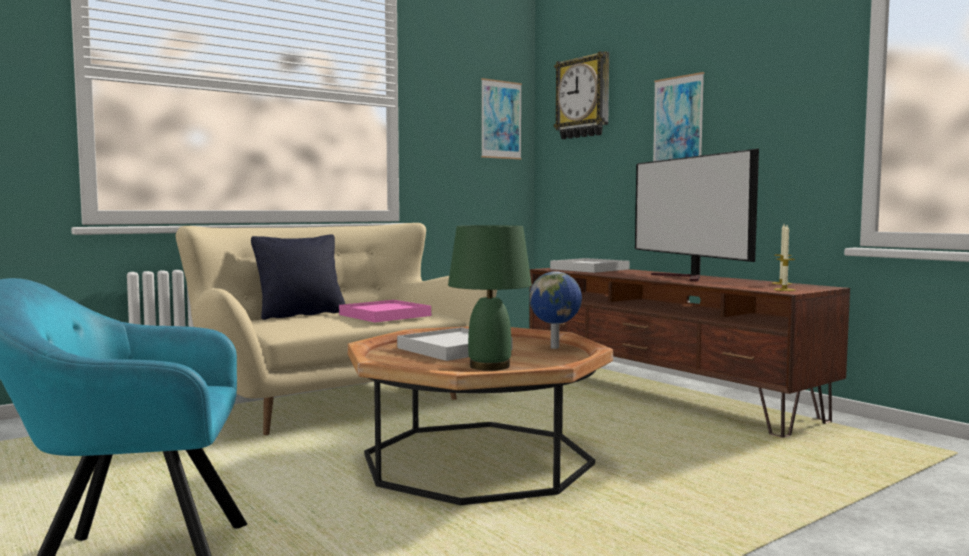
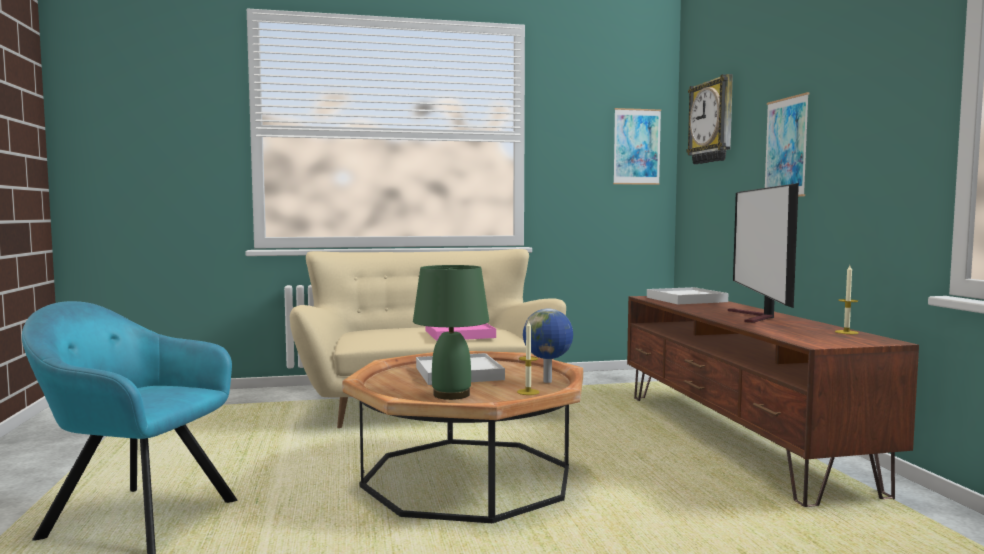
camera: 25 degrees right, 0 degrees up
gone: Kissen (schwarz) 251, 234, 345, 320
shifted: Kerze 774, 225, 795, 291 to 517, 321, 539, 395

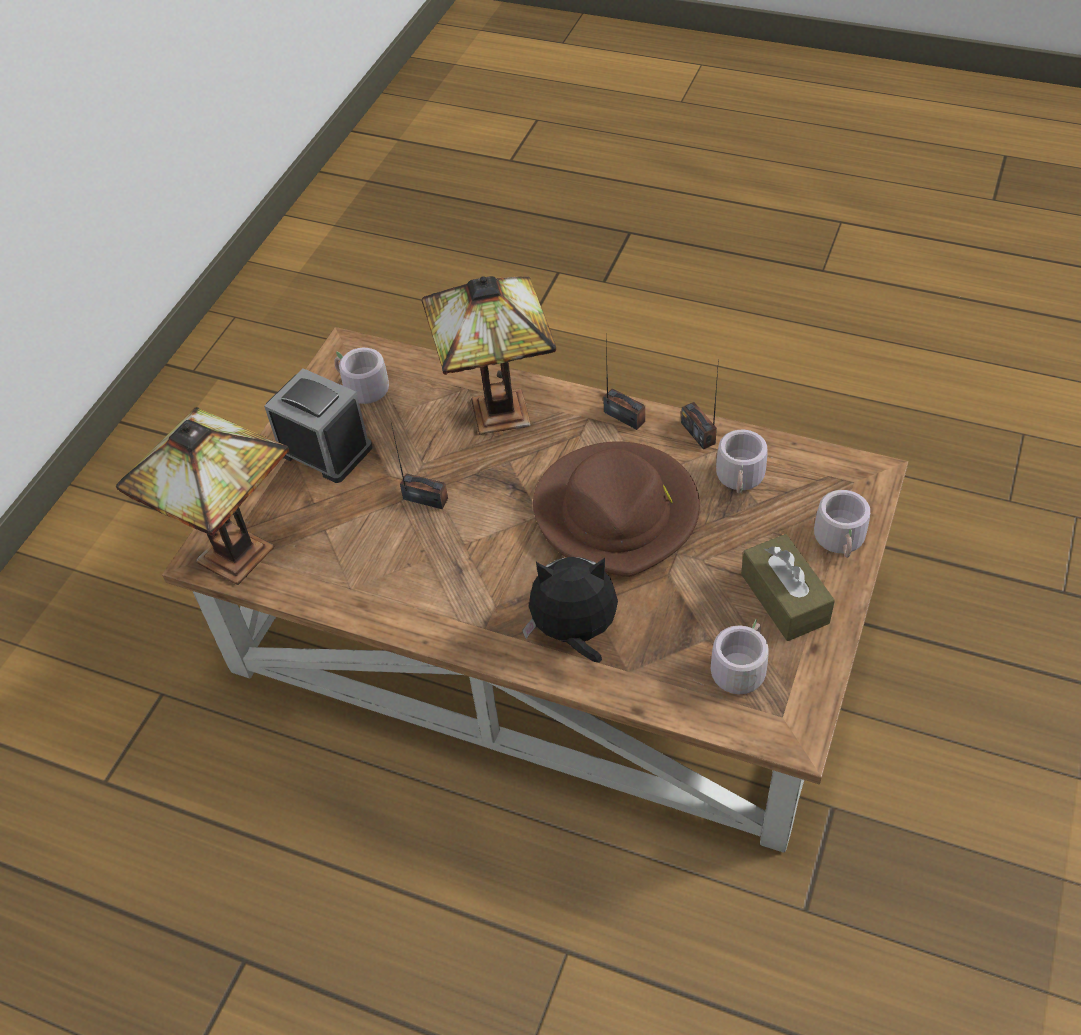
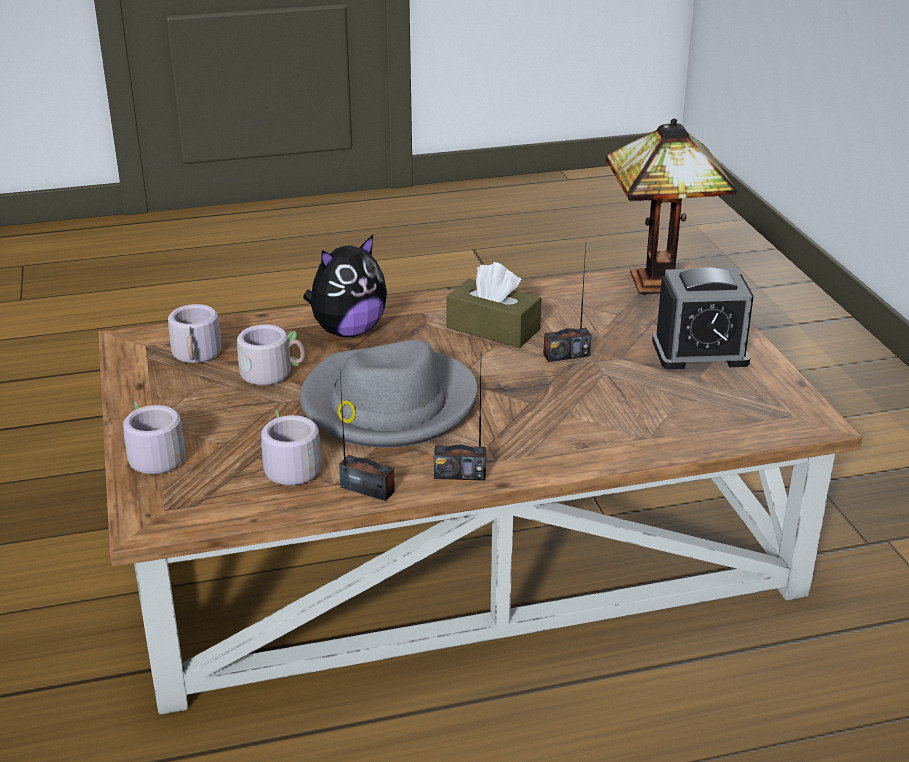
camera: 140 degrees right, 20 degrees down
gone: Tischlampe 422, 276, 556, 435
shifted: Henkelbecher (grau) 334, 348, 389, 416 to 237, 324, 305, 386; Taschentuchbox (braun) 741, 534, 835, 641 to 446, 262, 542, 348
repainted: Hut (braun) 533, 441, 700, 577 to Hut (grau) 300, 340, 477, 448

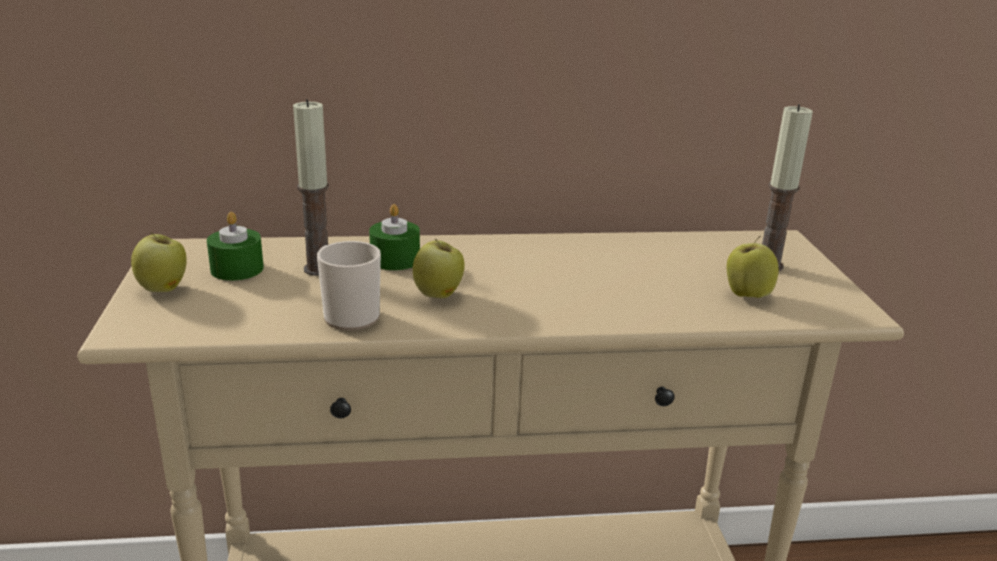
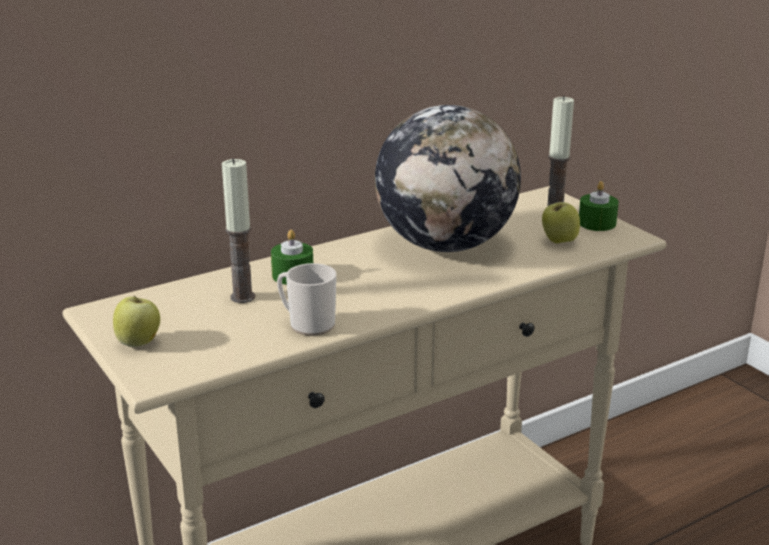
camera: 25 degrees left, 0 degrees up
gone: Apfel 413, 239, 464, 298
new: Globus 375, 105, 521, 252
shifted: Kerze (grün) 207, 212, 264, 281 to 579, 181, 619, 231

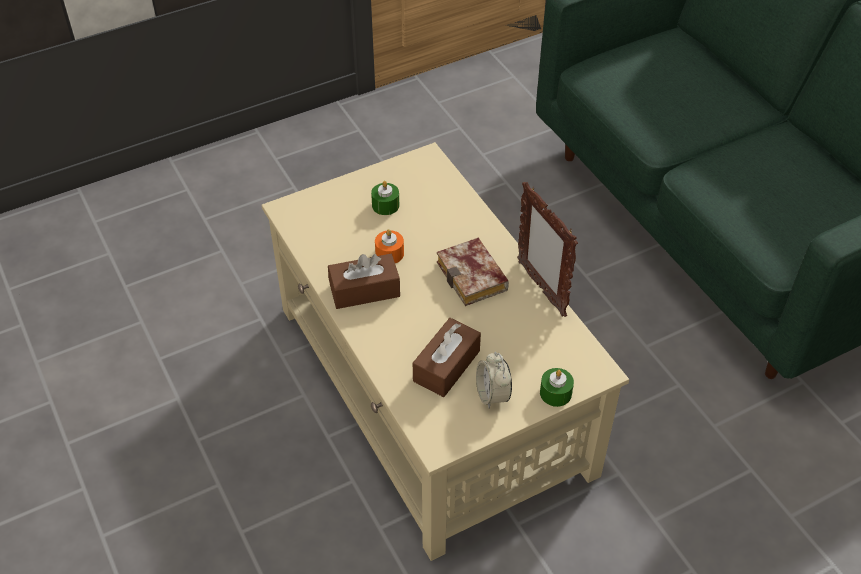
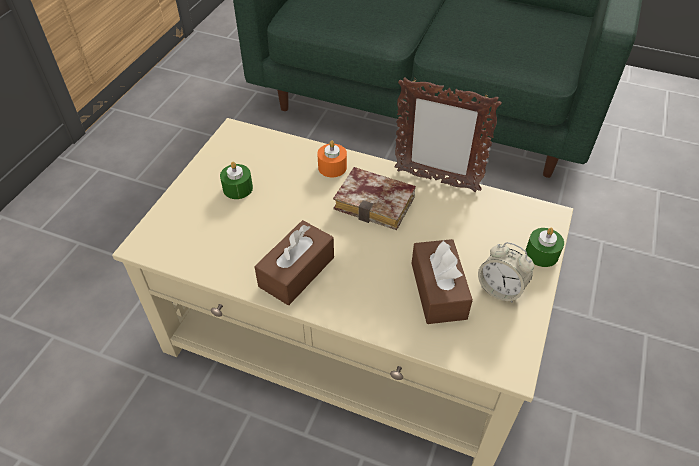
camera: 40 degrees left, 0 degrees up
shifted: Kerze (orange) 375, 229, 404, 263 to 318, 140, 347, 177

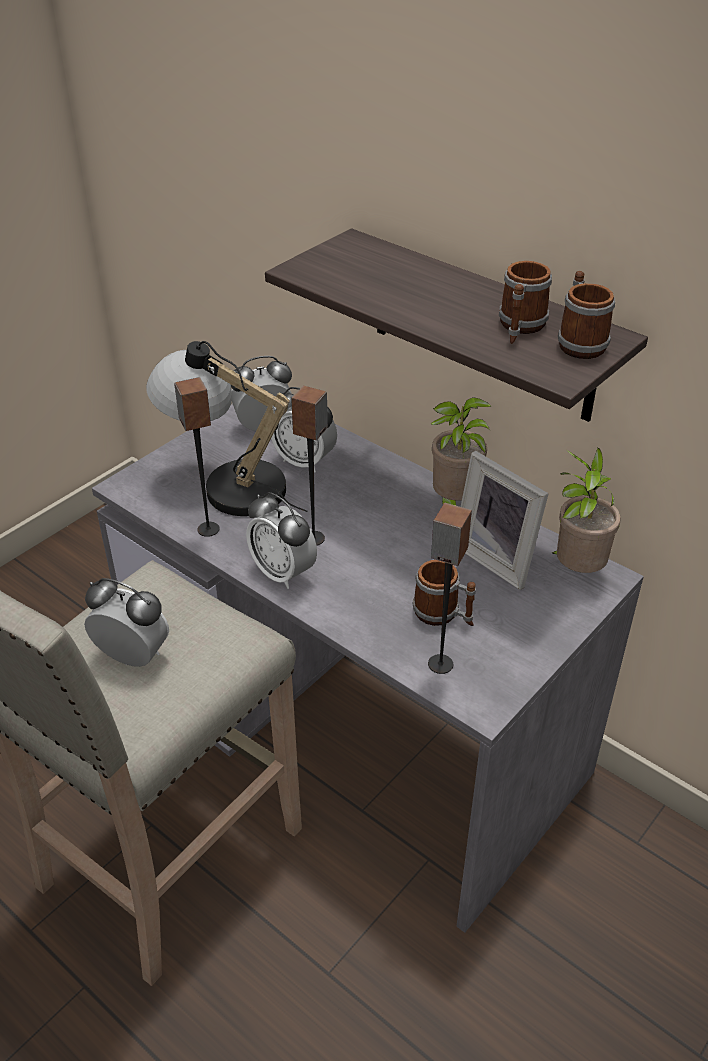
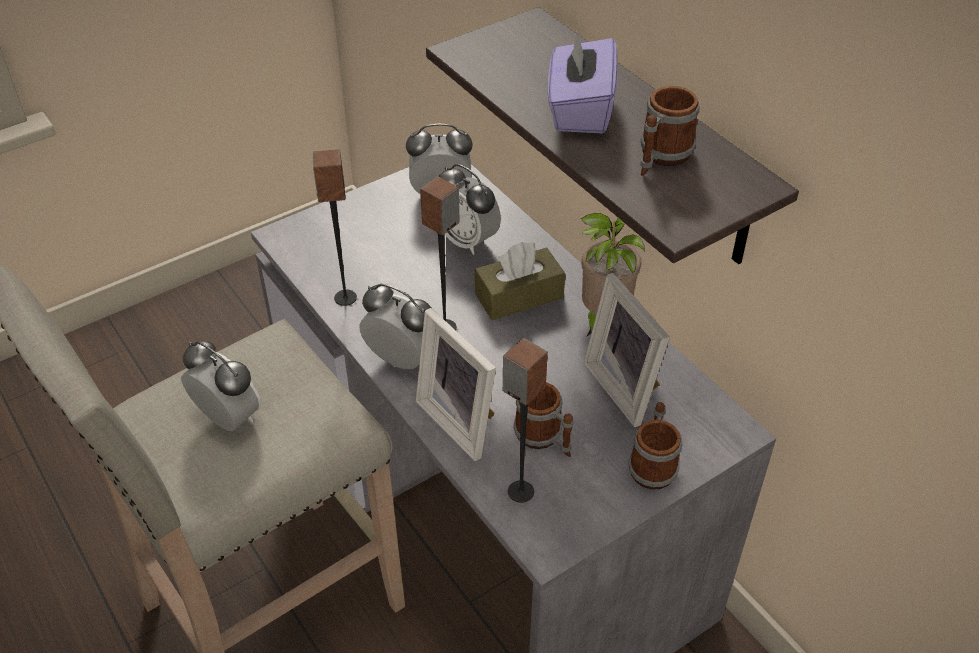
camera: 15 degrees right, 5 degrees up
gone: Tischlampe 146, 341, 307, 516; Topfpflanze 552, 448, 621, 573
new: Bilderrahmen 416, 308, 496, 461; Taschentuchbox (braun) 475, 242, 565, 320; Taschentuchbox (lila) 548, 29, 618, 133
shifted: Henkelbecher 558, 271, 615, 359 to 628, 402, 682, 489
rotated: Wecker 246, 492, 317, 589 = 359, 284, 431, 369 150 degrees clockwise

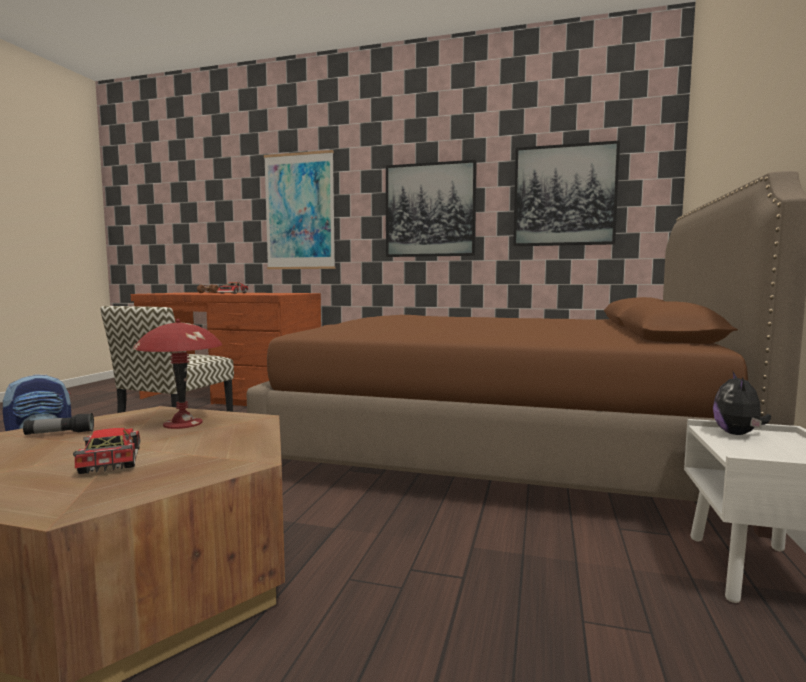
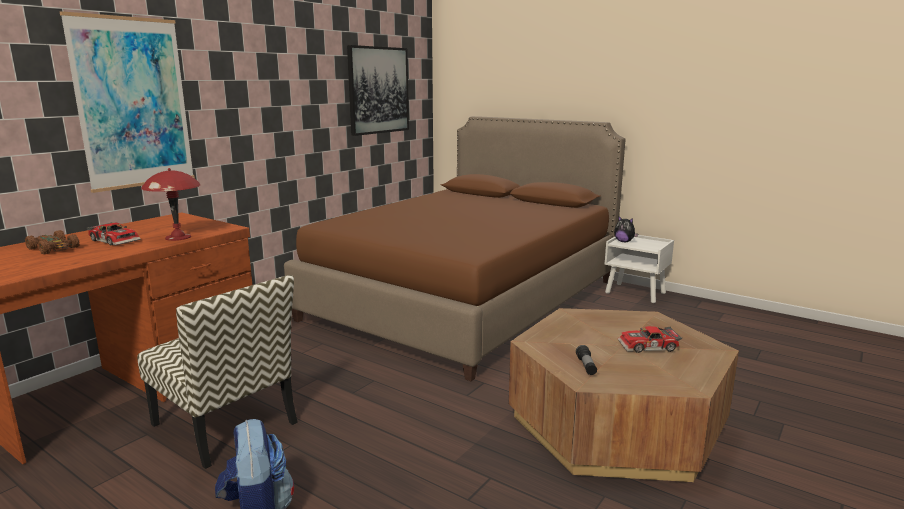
camera: 70 degrees left, 10 degrees up
gone: Bild 386, 160, 477, 257
shifted: Tischlampe (rot) 133, 319, 222, 429 to 141, 168, 200, 241

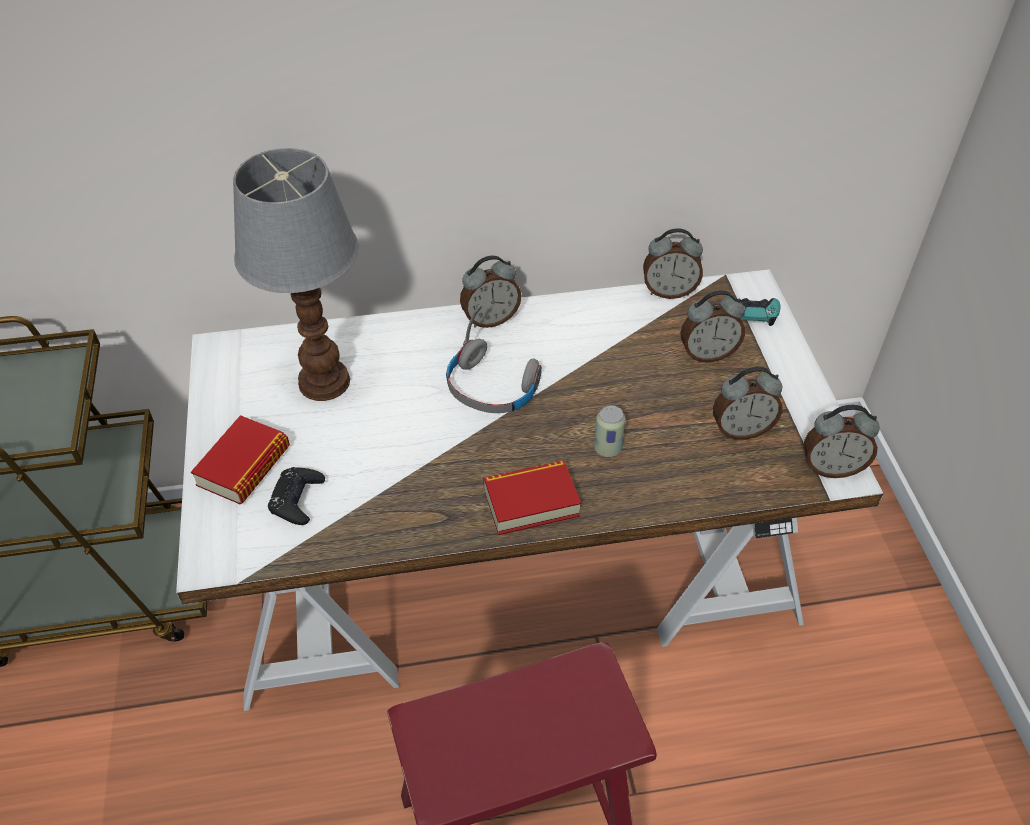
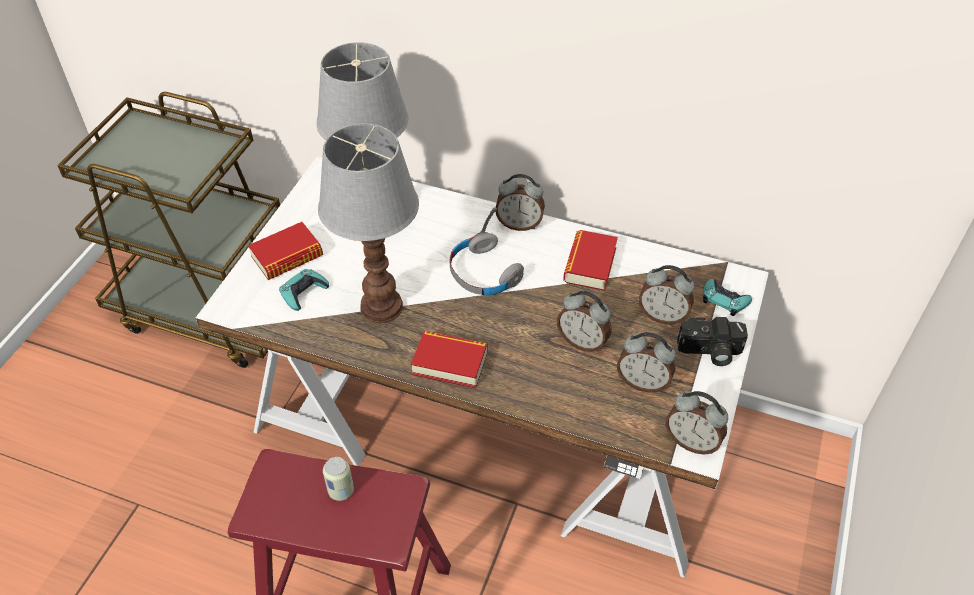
camera: 30 degrees right, 0 degrees up
new: Tischlampe 318, 123, 419, 323; Buch 563, 230, 618, 291; Kamera 677, 317, 748, 366
shifted: Dose 594, 405, 625, 457 to 323, 457, 354, 501; Wecker 643, 228, 703, 299 to 557, 291, 612, 352
repainted: Gamepad (schwarz) 268, 467, 325, 525 to Gamepad (türkis) 279, 269, 329, 311

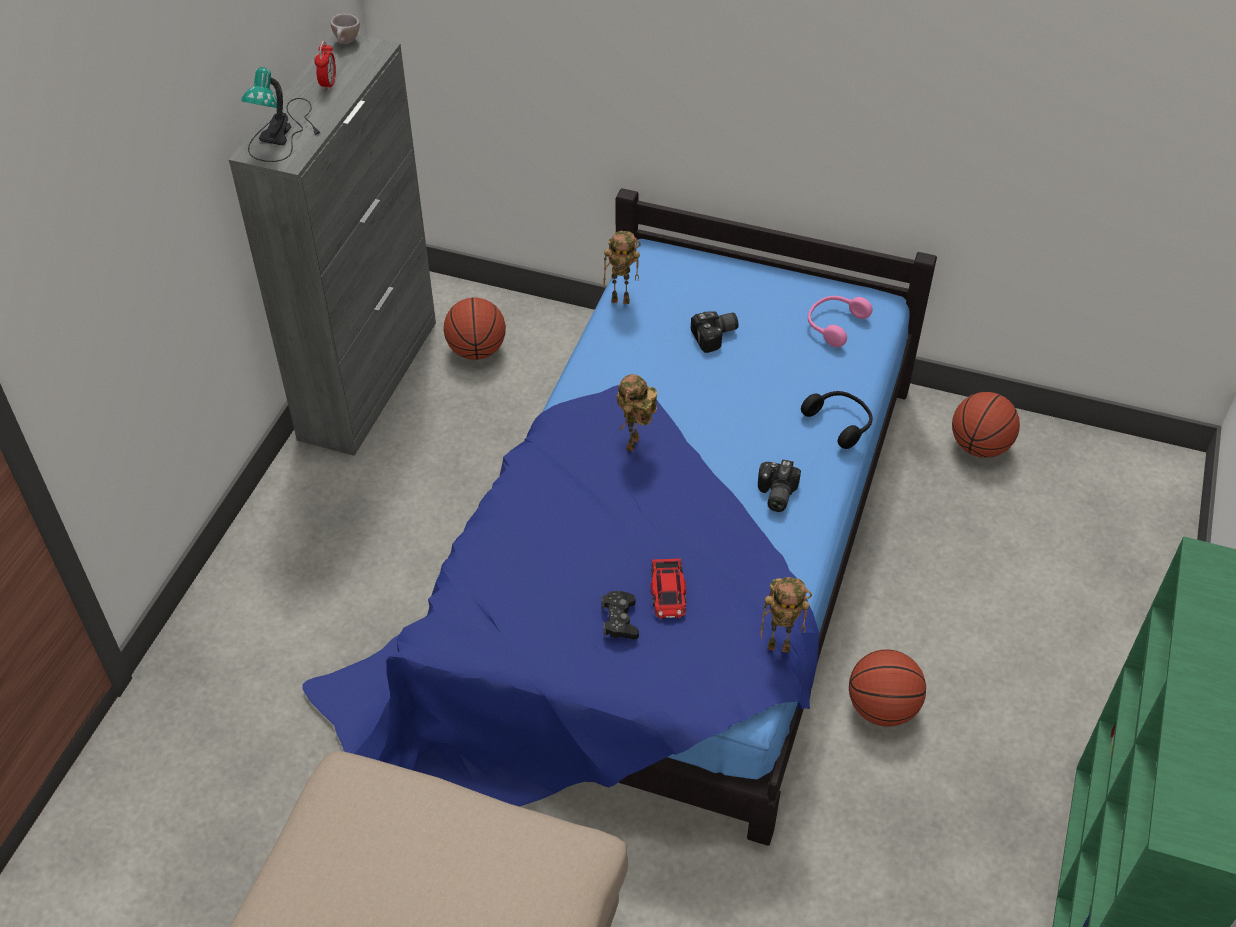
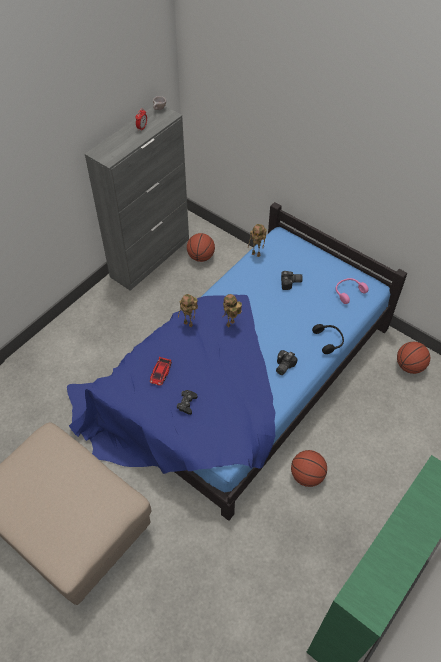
camera: 20 degrees right, 5 degrees up
gone: Tischlampe 242, 67, 321, 162
shifted: Spielzeugauto 651, 559, 686, 619 to 150, 357, 172, 386; Spielzeugroboter 761, 577, 812, 653 to 178, 294, 198, 327

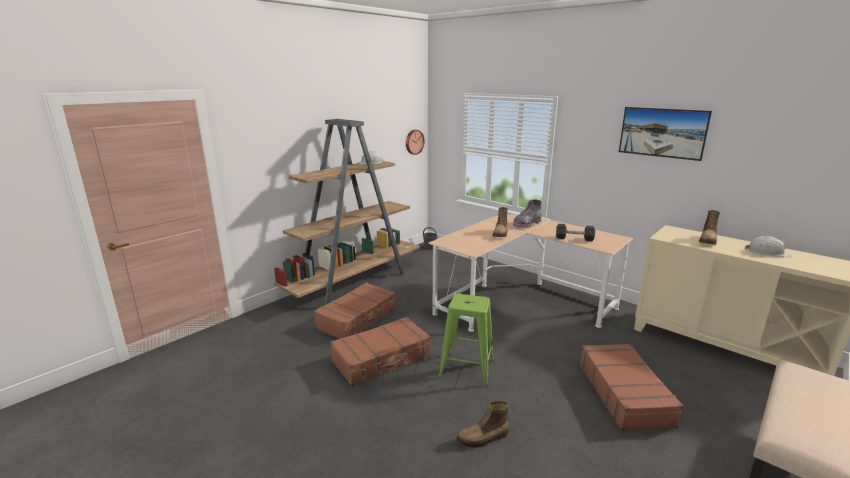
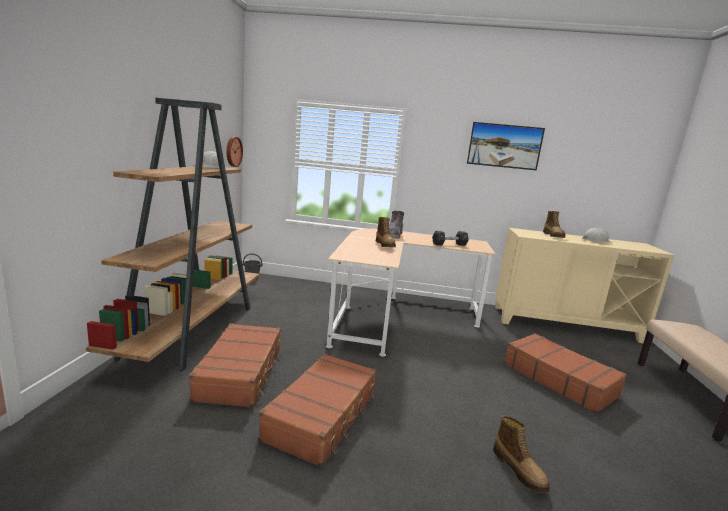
camera: 35 degrees left, 5 degrees down
gone: Hocker (grün) 438, 294, 494, 386
rotated: Stiefel 457, 400, 509, 448 = 493, 415, 550, 494 60 degrees counterclockwise

